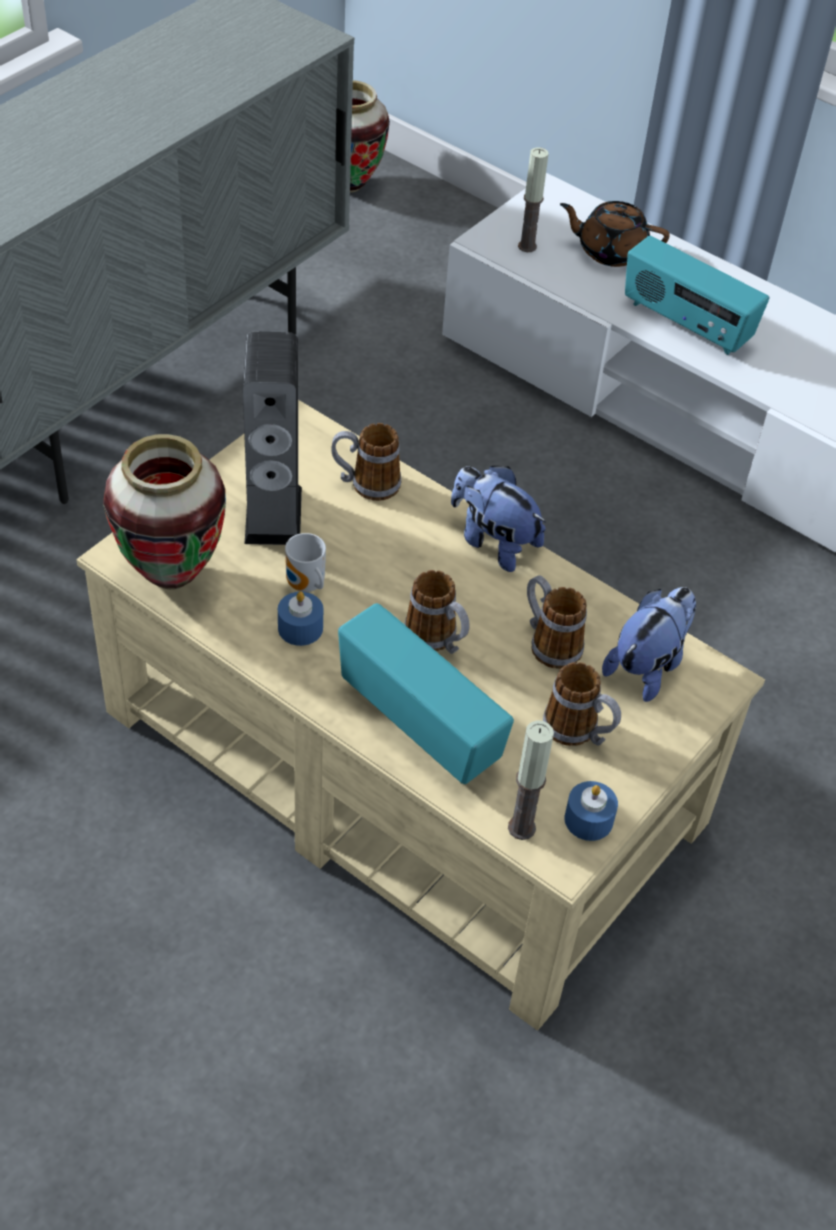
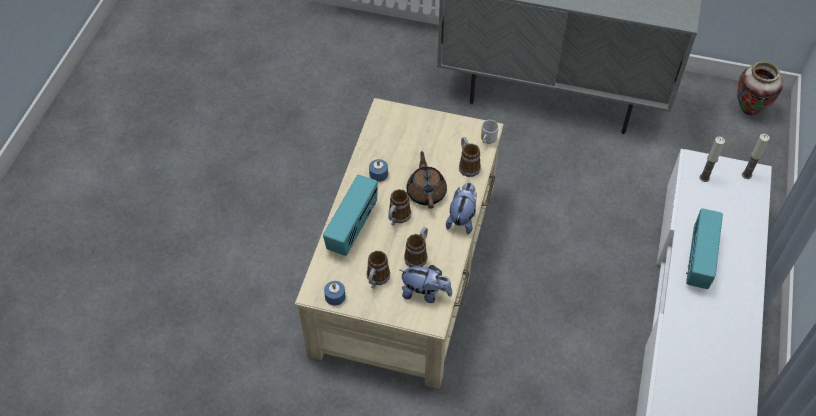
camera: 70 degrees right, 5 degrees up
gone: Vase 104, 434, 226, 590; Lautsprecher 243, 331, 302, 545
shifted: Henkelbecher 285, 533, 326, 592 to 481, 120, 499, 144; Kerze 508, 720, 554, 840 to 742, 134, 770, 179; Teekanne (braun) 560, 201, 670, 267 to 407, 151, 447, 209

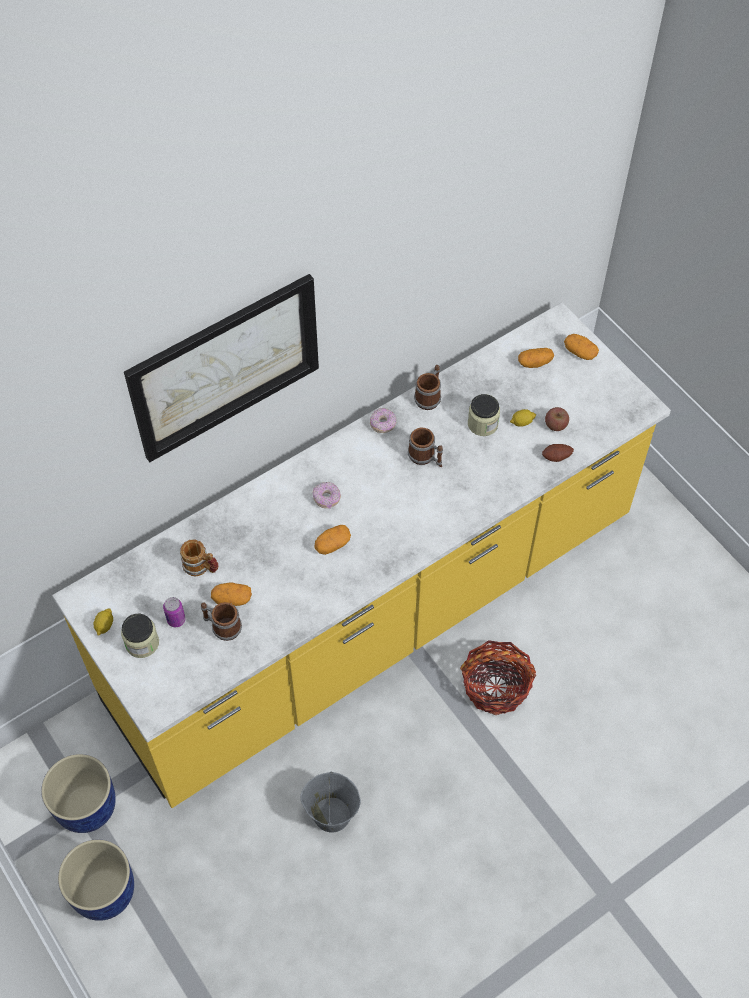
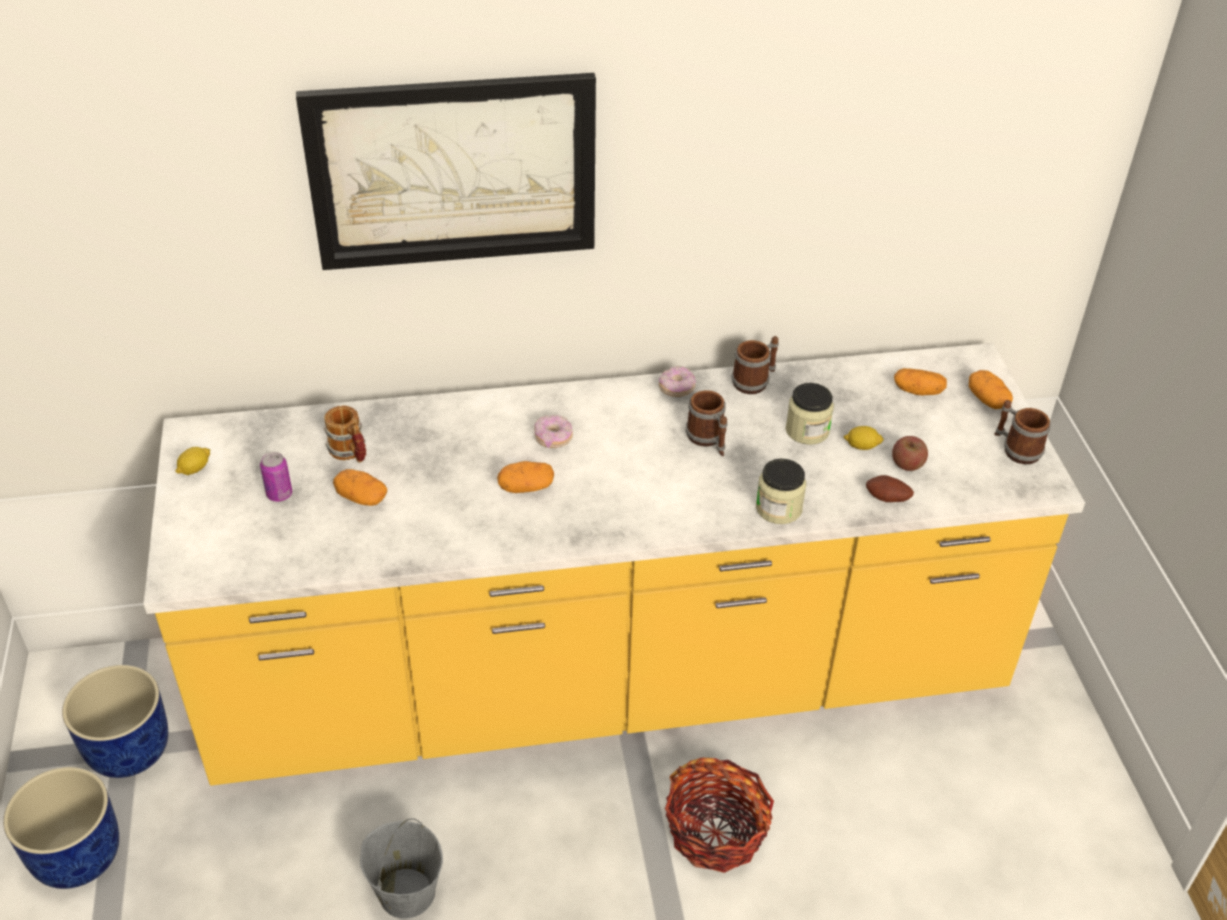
camera: 25 degrees right, 15 degrees down
shifted: Vorratsglas 121, 614, 159, 658 to 756, 458, 806, 524; Henkelbecher 201, 602, 242, 641 to 994, 400, 1051, 464

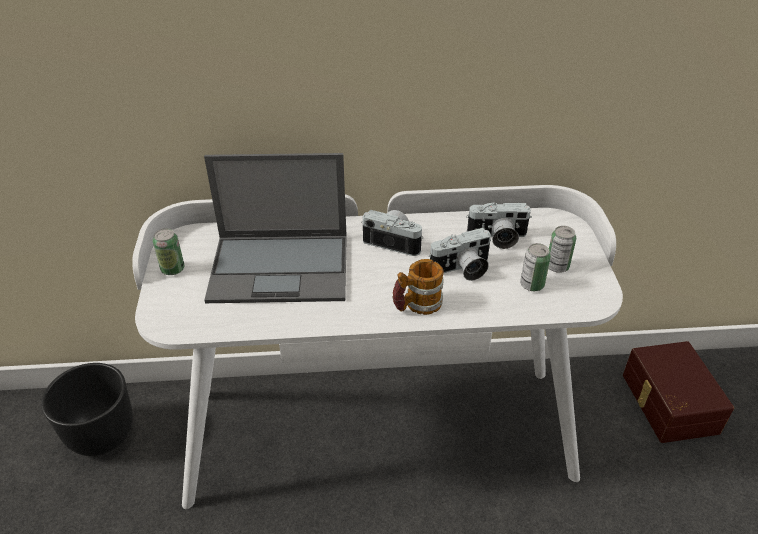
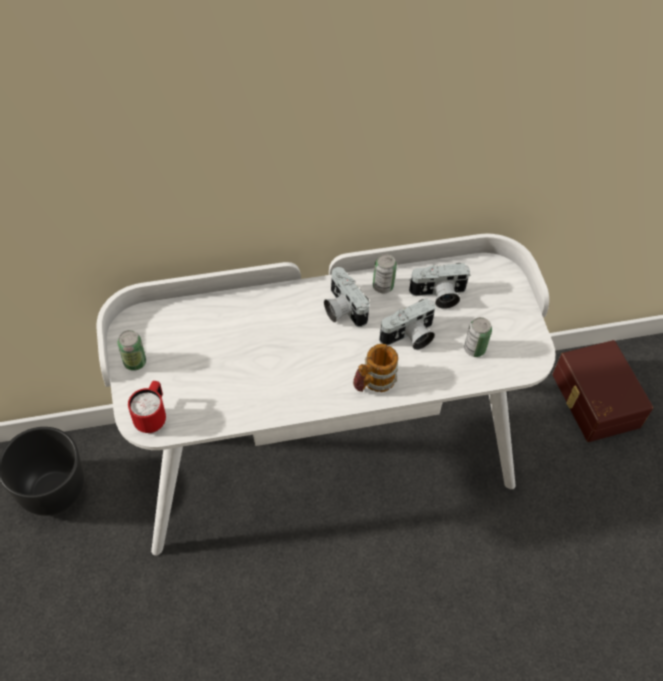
camera: 10 degrees left, 15 degrees up
gone: Laptop 204, 153, 347, 303
new: Henkelbecher (rot) 128, 381, 166, 433
shifted: Dose 549, 226, 576, 273 to 373, 254, 397, 293
rotated: Kamera 361, 210, 424, 256 = 324, 267, 370, 327 135 degrees counterclockwise

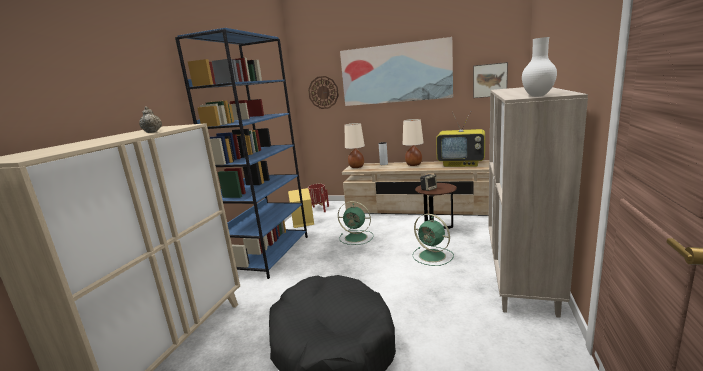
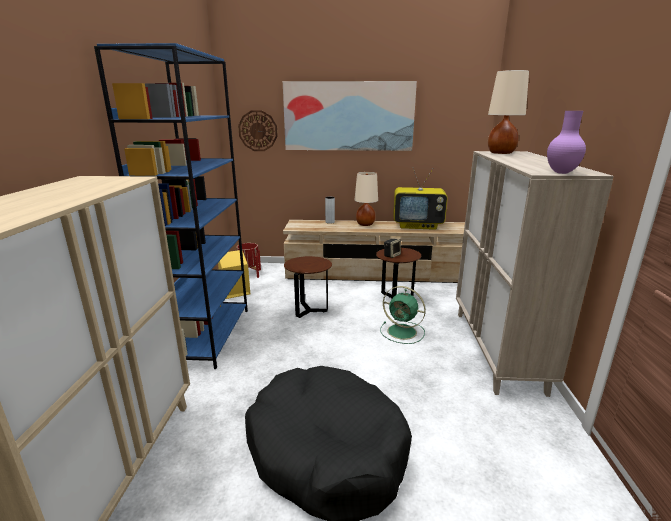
camera: 15 degrees left, 5 degrees up
gone: Teekanne (beige) 139, 106, 162, 133; Bild 473, 62, 508, 98
shifted: Tischlampe (beige) 344, 123, 365, 168 to 488, 70, 529, 154
swapped: Ventilator (grün) 338, 201, 373, 245 to Beistelltisch (braun) 284, 256, 332, 318
repainted: Vase (weiß) 522, 37, 557, 97 to Vase (lila) 547, 111, 586, 174

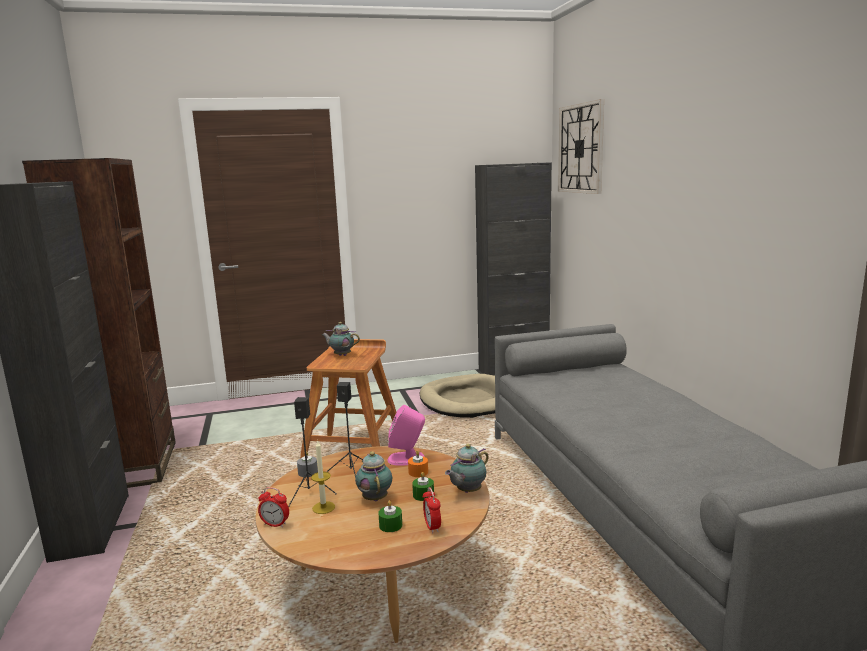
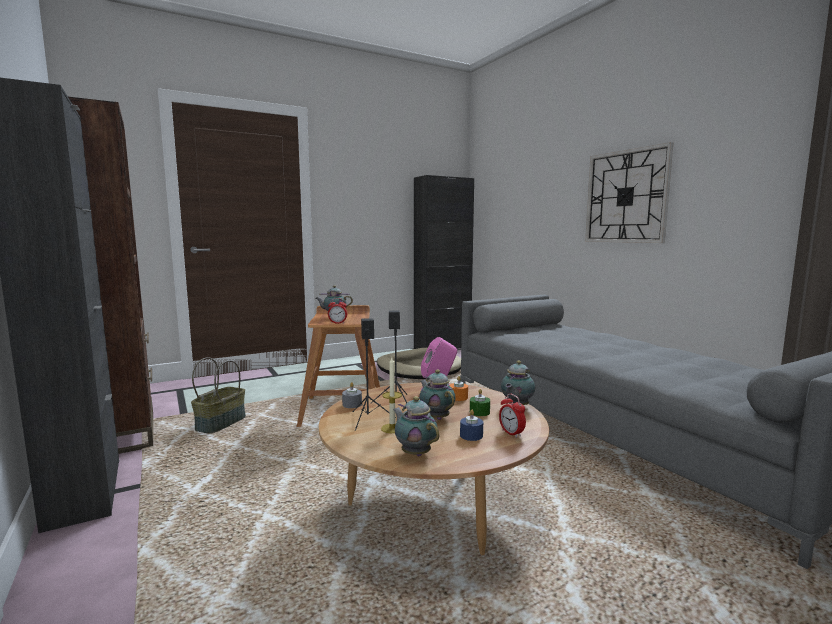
camera: 15 degrees left, 5 degrees down
new: Korb 191, 357, 246, 433; Teekanne 393, 396, 439, 456
shifted: Wecker 258, 487, 289, 528 to 328, 298, 347, 324; Wanduhr 558, 99, 604, 194 to 585, 142, 673, 243
repainted: Kerze (grün) 378, 500, 402, 532 to Kerze (blau) 460, 410, 483, 441

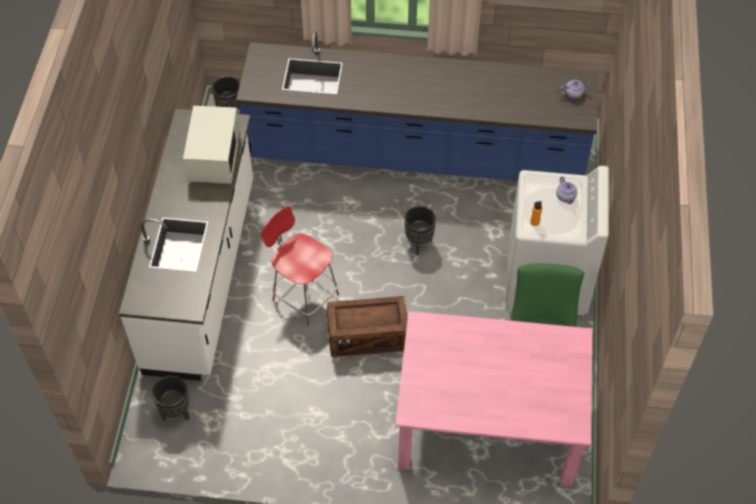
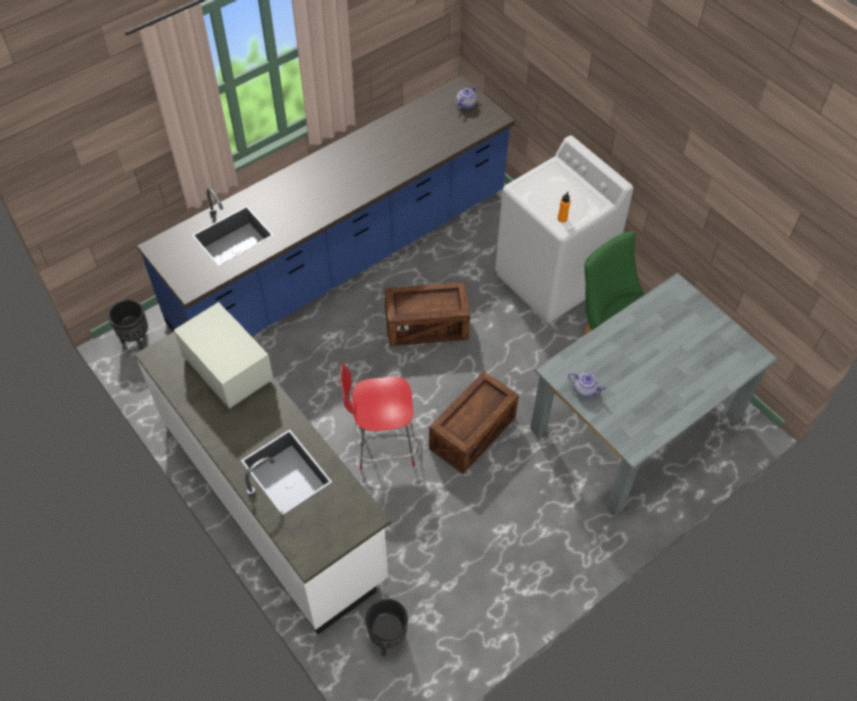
camera: 45 degrees left, 0 degrees up
shifted: Teekanne 556, 176, 577, 204 to 568, 372, 606, 397
swapped: Pflanzkübel (schwarz) 405, 206, 436, 255 to Kiste 385, 282, 470, 346
repainted: Esstisch (rosa) 395, 311, 592, 487 to Esstisch (grau) 530, 273, 778, 516

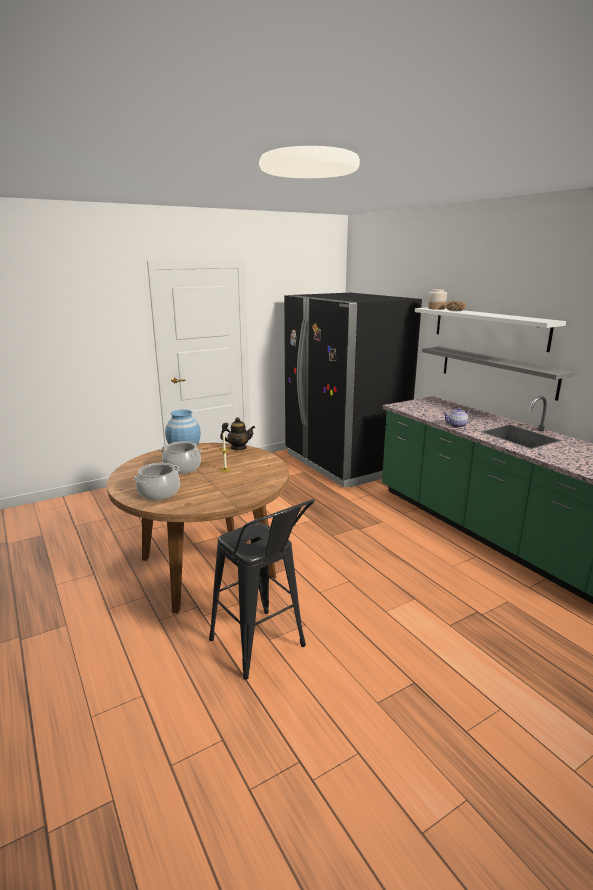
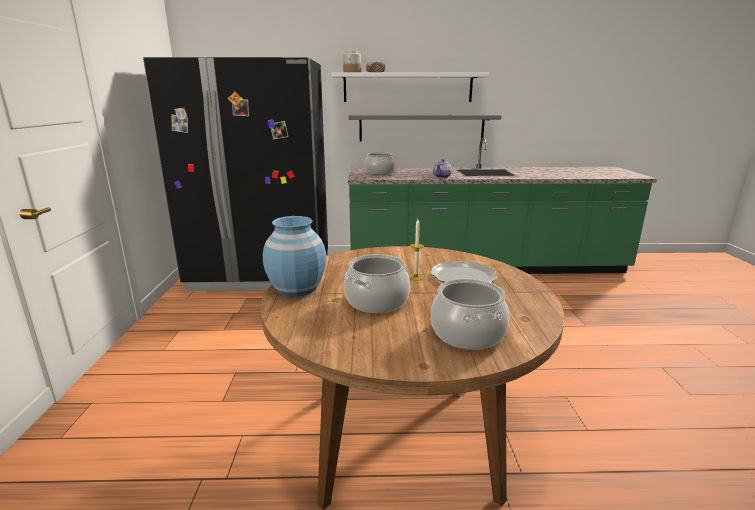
camera: 60 degrees left, 0 degrees up
gone: Hocker (schwarz) 209, 499, 315, 680; Teekanne 220, 417, 255, 450
new: Kochtopf 365, 152, 395, 175; Teller 431, 261, 498, 283

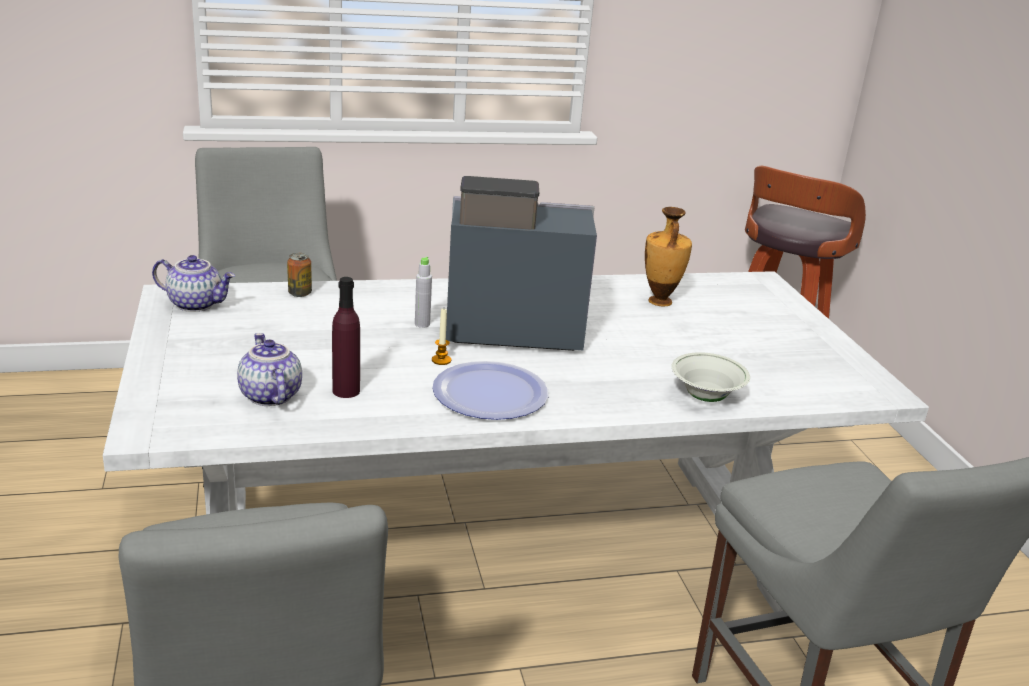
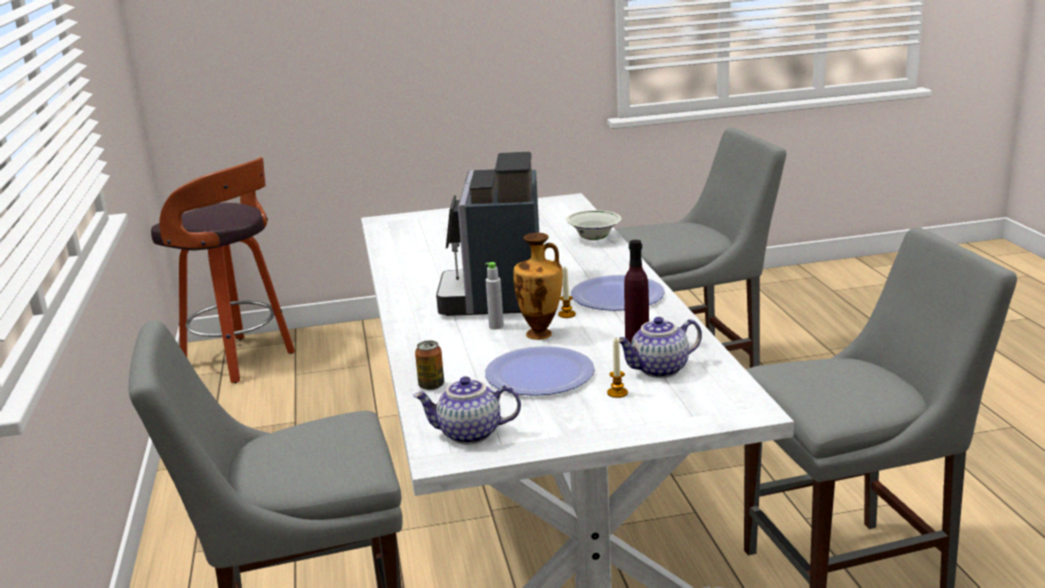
camera: 85 degrees left, 5 degrees down
new: Teller 485, 346, 595, 396; Kerze 607, 338, 628, 398
shifted: Vase 645, 207, 692, 306 to 514, 233, 563, 340
rotated: Teekanne 152, 255, 235, 312 = 413, 376, 521, 444 105 degrees counterclockwise

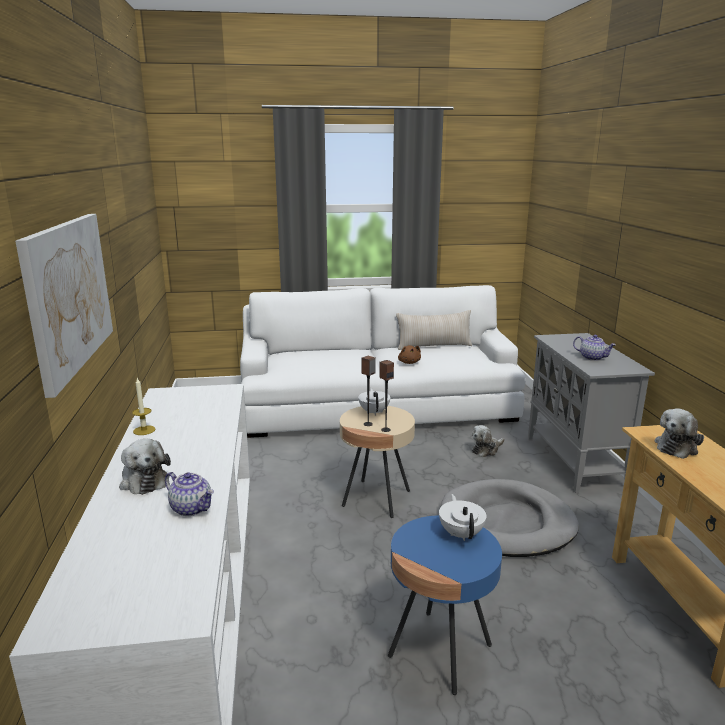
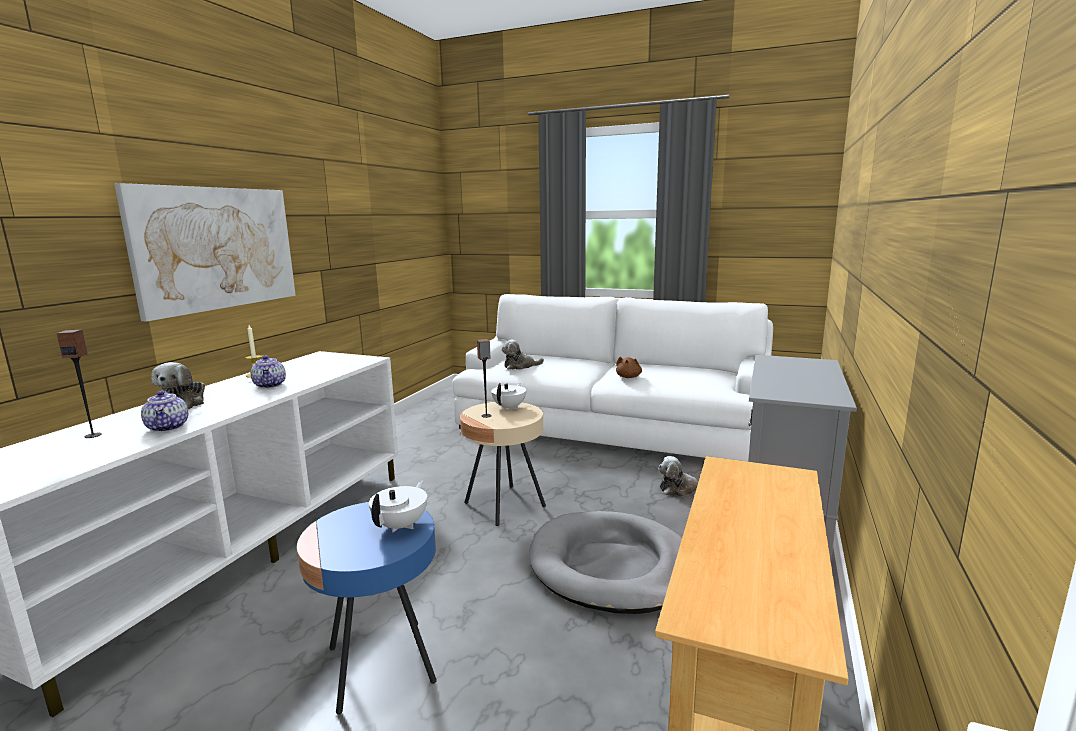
camera: 30 degrees right, 5 degrees down
gone: Kissen (beige) 396, 310, 472, 350
shifted: Lautsprecher 379, 360, 394, 432 to 57, 330, 102, 438; Teekanne 573, 335, 616, 361 to 251, 355, 286, 388; Plüschtier 655, 408, 704, 459 to 502, 340, 544, 370

